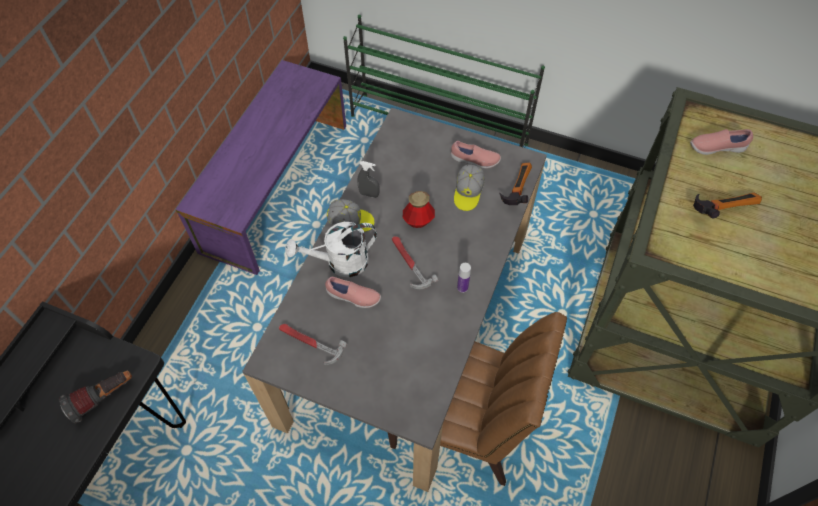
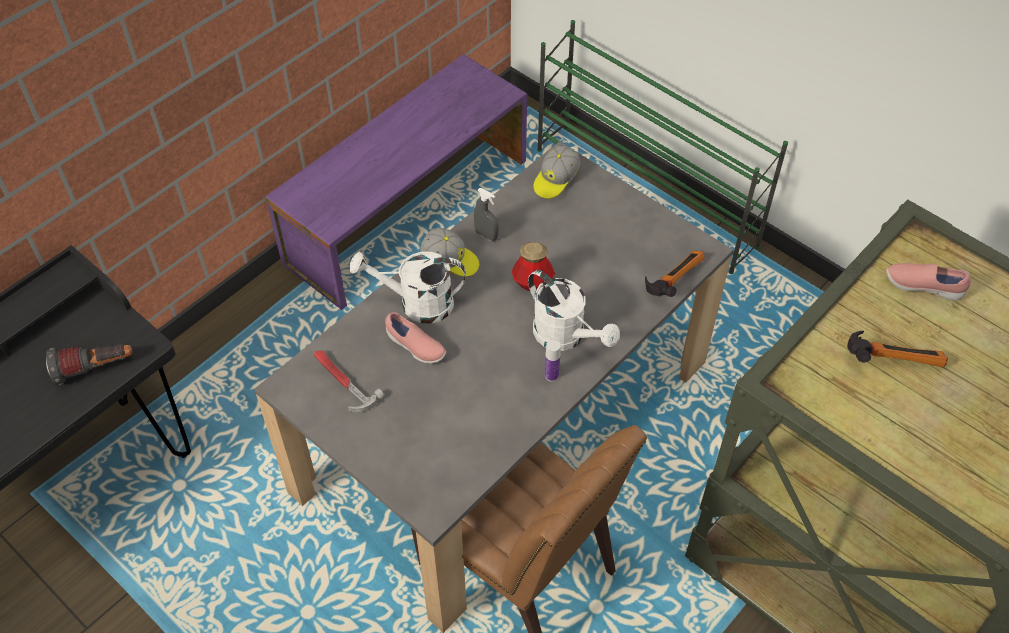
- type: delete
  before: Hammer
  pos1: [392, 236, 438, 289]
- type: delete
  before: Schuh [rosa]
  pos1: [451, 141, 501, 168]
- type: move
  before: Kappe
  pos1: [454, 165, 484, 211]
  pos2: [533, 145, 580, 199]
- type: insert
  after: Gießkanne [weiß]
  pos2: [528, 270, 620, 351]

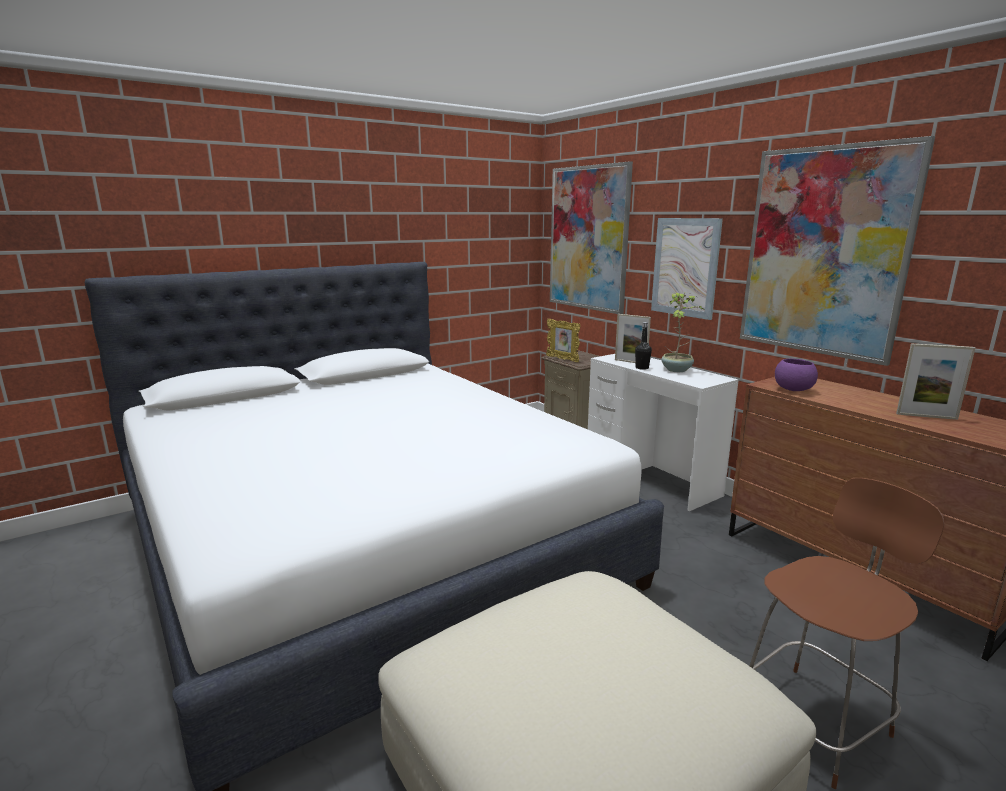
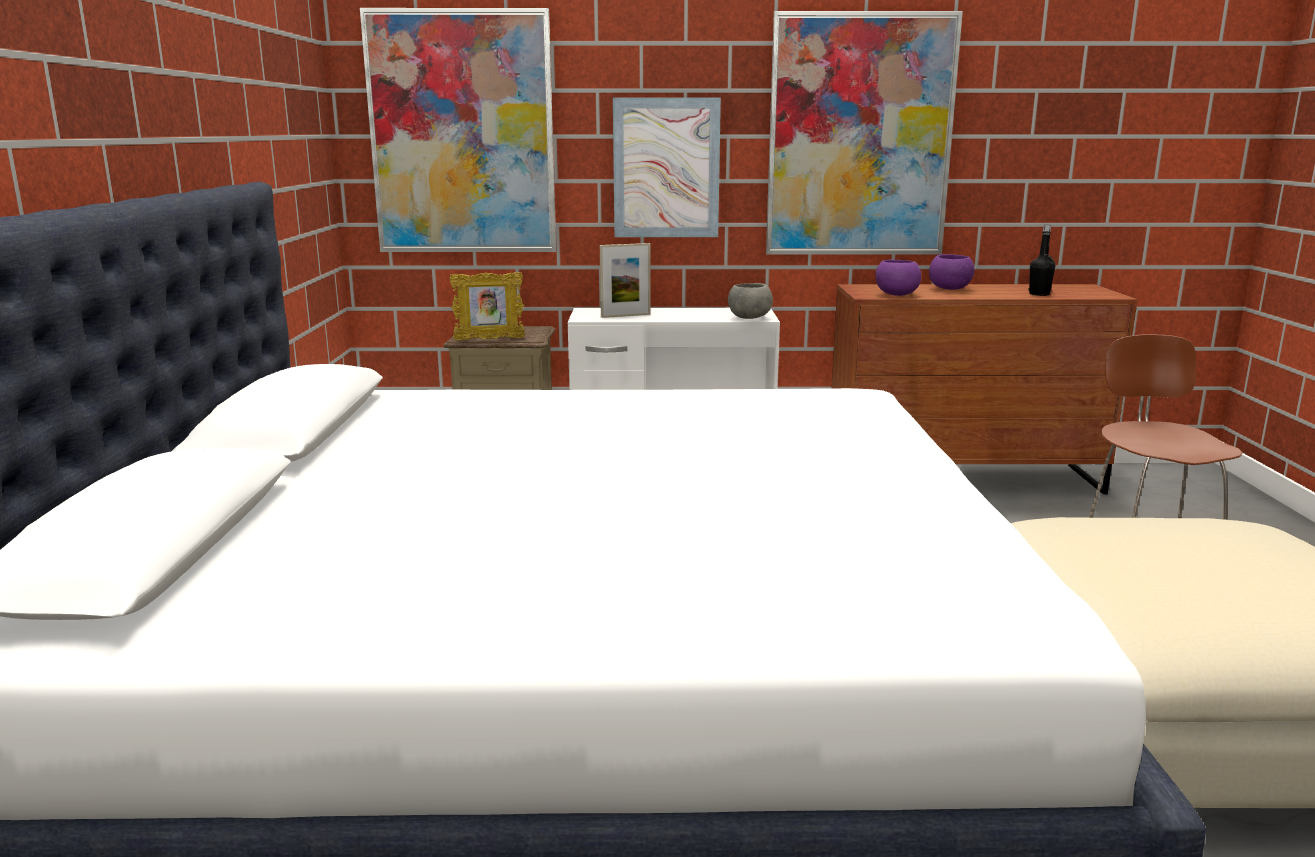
- type: move
  before: Flasche [schwarz]
  pos1: [635, 322, 652, 370]
  pos2: [1029, 225, 1055, 296]
- type: delete
  before: Topfpflanze
  pos1: [661, 292, 703, 372]
- type: delete
  before: Bilderrahmen
  pos1: [896, 343, 975, 420]
- type: insert
  after: Schüssel [grau]
  pos2: [728, 283, 773, 319]
- type: insert
  after: Schüssel [lila]
  pos2: [929, 254, 974, 290]

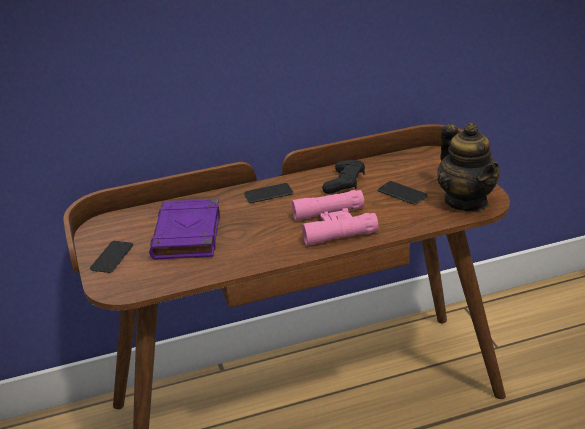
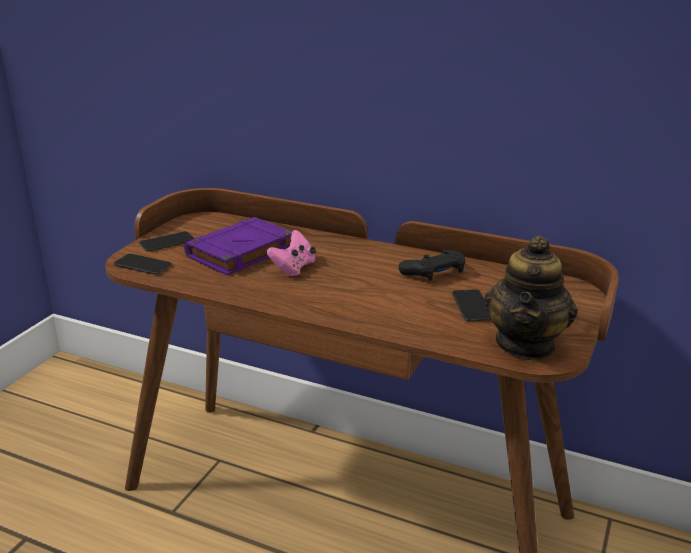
- type: move
  before: Handy
  pos1: [244, 183, 293, 203]
  pos2: [114, 254, 172, 275]
- type: delete
  before: Fernglas [rosa]
  pos1: [292, 190, 379, 245]
- type: insert
  after: Gamepad [rosa]
  pos2: [267, 230, 316, 276]

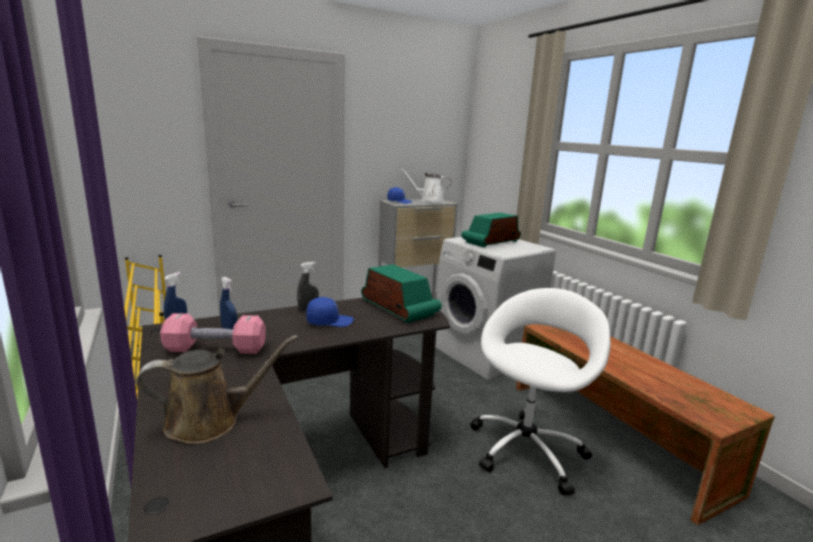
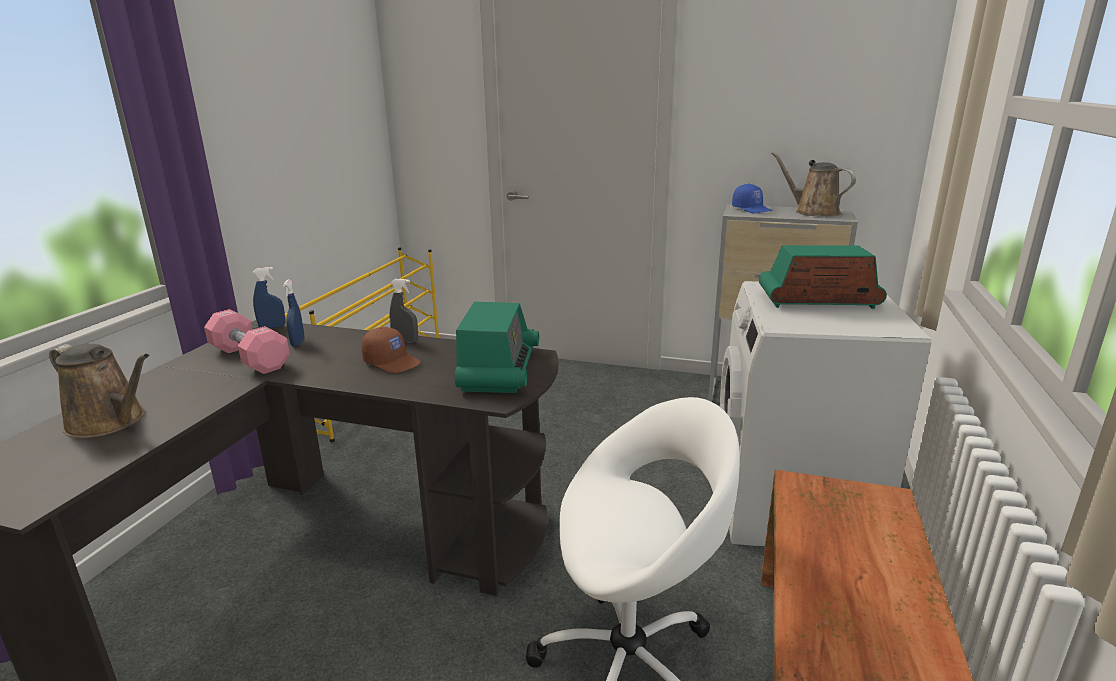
- type: recolor
  before: Kappe [blau]
  after: Kappe [braun]
  pos1: [306, 297, 354, 327]
  pos2: [361, 327, 421, 373]
- type: recolor
  before: Gießkanne [weiß]
  after: Gießkanne [braun]
  pos1: [400, 169, 452, 203]
  pos2: [771, 152, 856, 217]

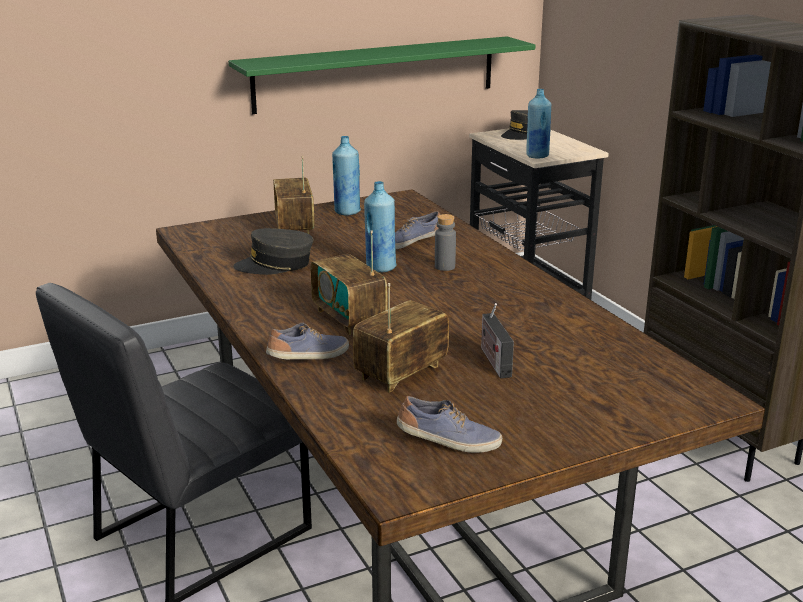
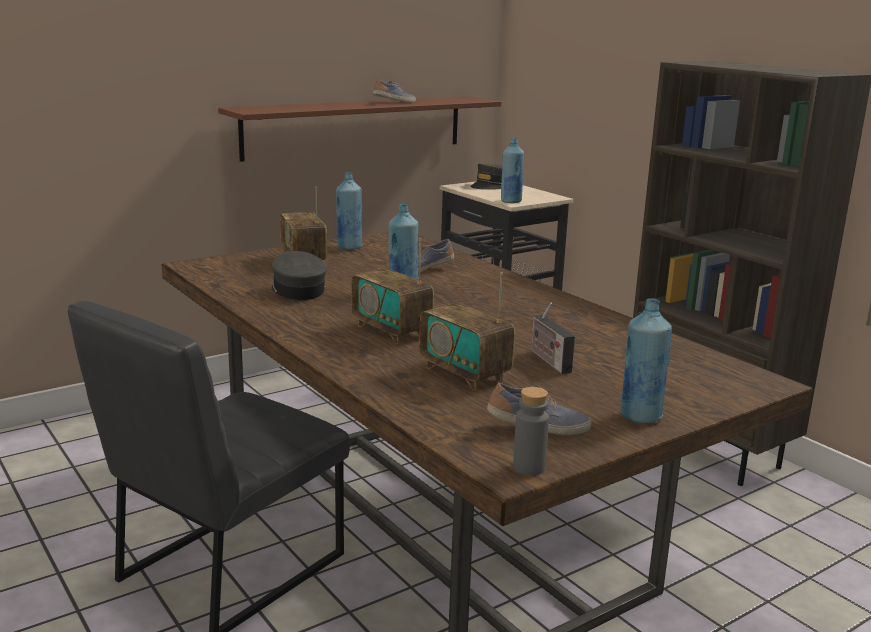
- type: recolor
  before: Wandregal [grün]
  after: Wandregal [braun]
  pos1: [228, 36, 535, 114]
  pos2: [218, 96, 501, 162]
- type: rotate
  before: Kappe [grau]
  pos1: [233, 228, 313, 275]
  pos2: [272, 251, 327, 300]
  turn: 90
- type: move
  before: Schuh
  pos1: [266, 323, 349, 359]
  pos2: [373, 79, 416, 102]
- type: rotate
  before: Radio
  pos1: [353, 283, 449, 393]
  pos2: [419, 272, 515, 391]
  turn: -75
- type: move
  before: Flasche [grau]
  pos1: [435, 214, 456, 271]
  pos2: [513, 387, 549, 475]
- type: insert
  after: Flasche [blau]
  pos2: [621, 298, 672, 424]

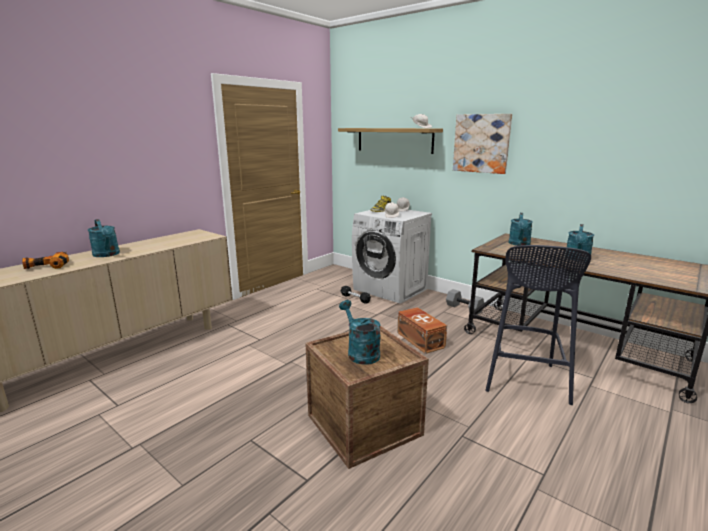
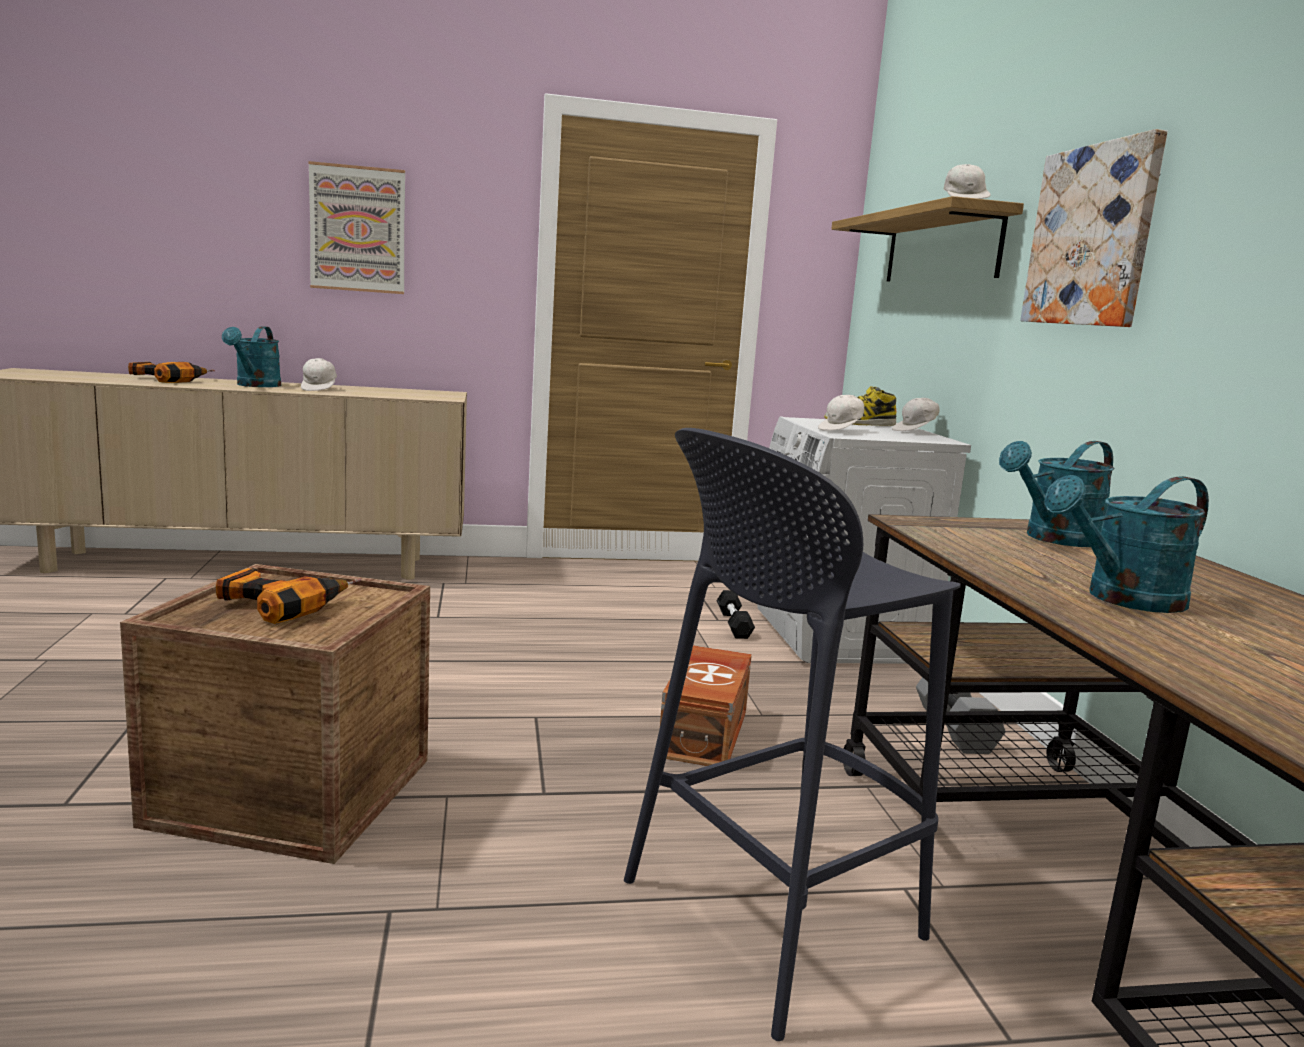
- type: replace
  before: Gießkanne [türkis]
  after: Bohrmaschine
  pos1: [339, 300, 381, 365]
  pos2: [216, 568, 361, 624]
- type: insert
  after: Kappe [weiß]
  pos2: [301, 358, 337, 391]
- type: insert
  after: Bild
  pos2: [309, 161, 405, 294]

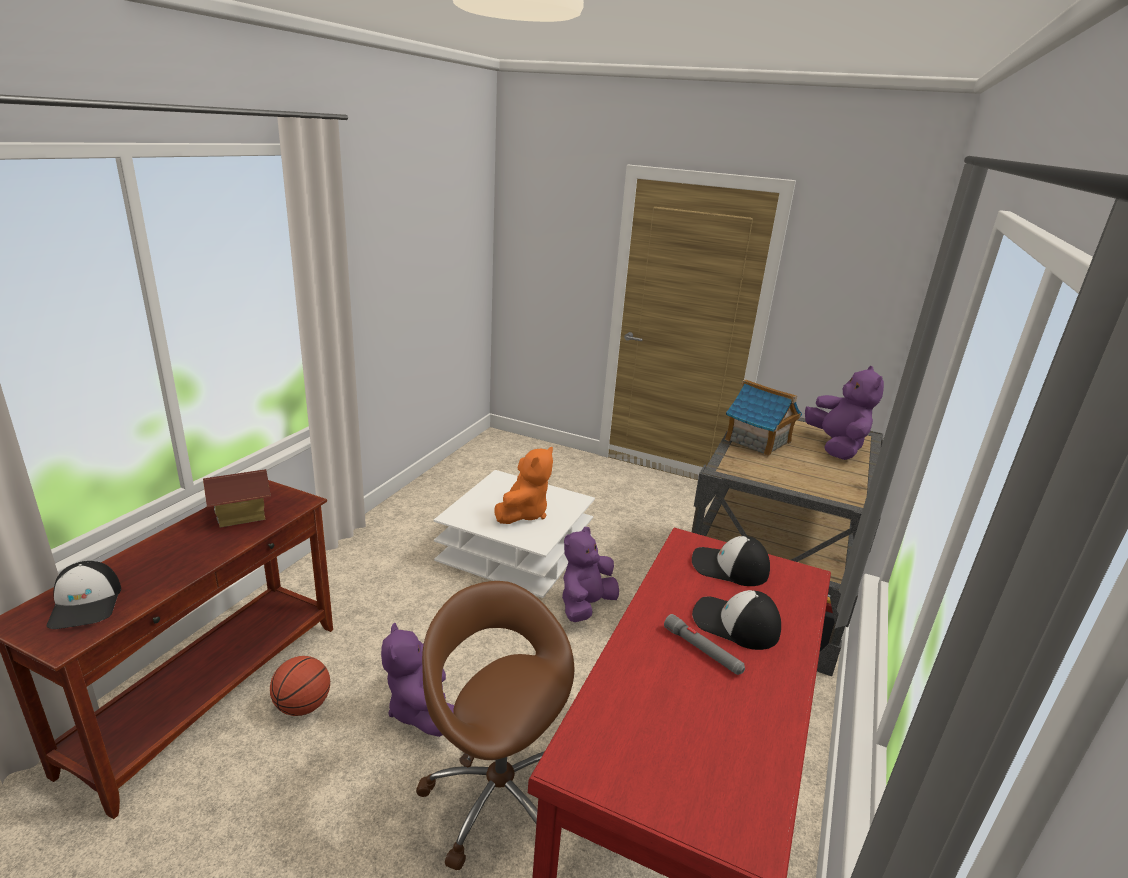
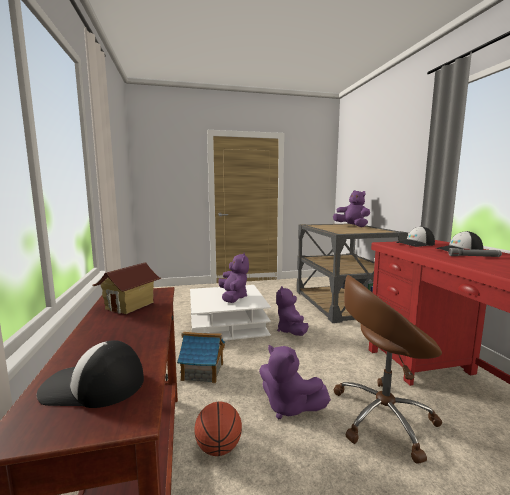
- type: rotate
  before: Kappe
  pos1: [46, 561, 121, 629]
  pos2: [37, 340, 144, 408]
  turn: 150
- type: recolor
  before: Plüschtier [orange]
  after: Plüschtier [lila]
  pos1: [495, 447, 553, 524]
  pos2: [218, 253, 249, 303]
- type: move
  before: Spielzeughaus
  pos1: [725, 379, 802, 456]
  pos2: [177, 332, 225, 383]

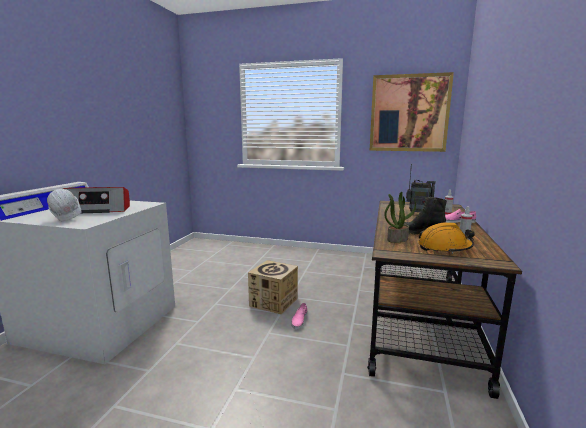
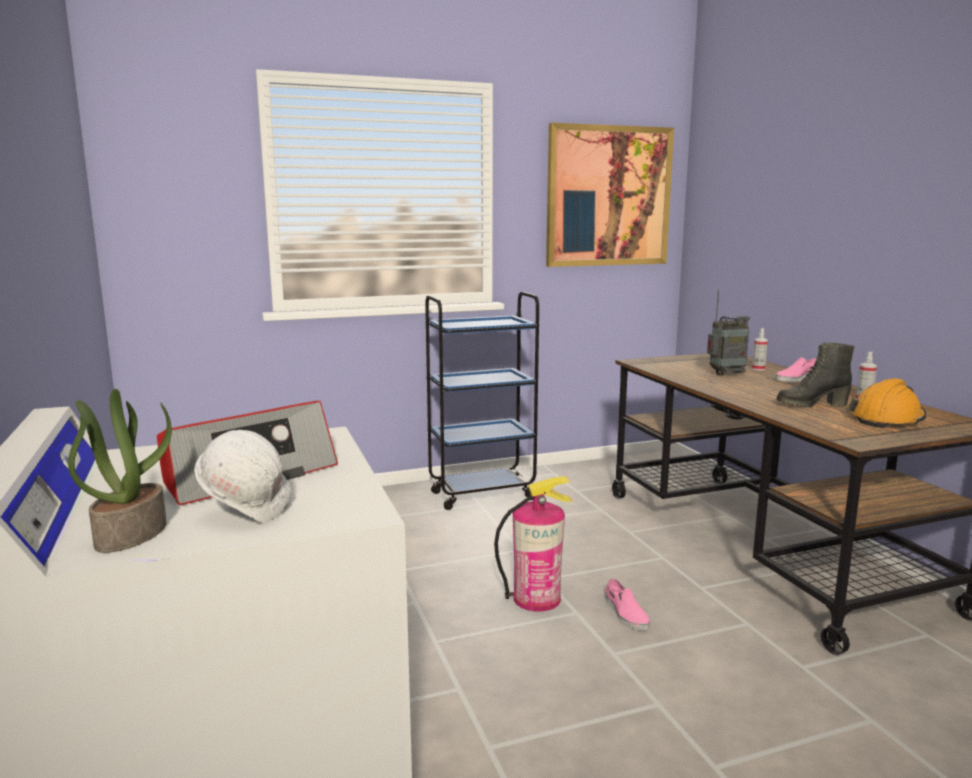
- type: replace
  before: Karton
  after: Feuerlöscher
  pos1: [248, 260, 298, 314]
  pos2: [494, 477, 573, 611]
- type: move
  before: Topfpflanze
  pos1: [384, 192, 416, 243]
  pos2: [68, 389, 172, 553]
- type: insert
  after: Rollwagen [blau]
  pos2: [425, 292, 539, 510]

